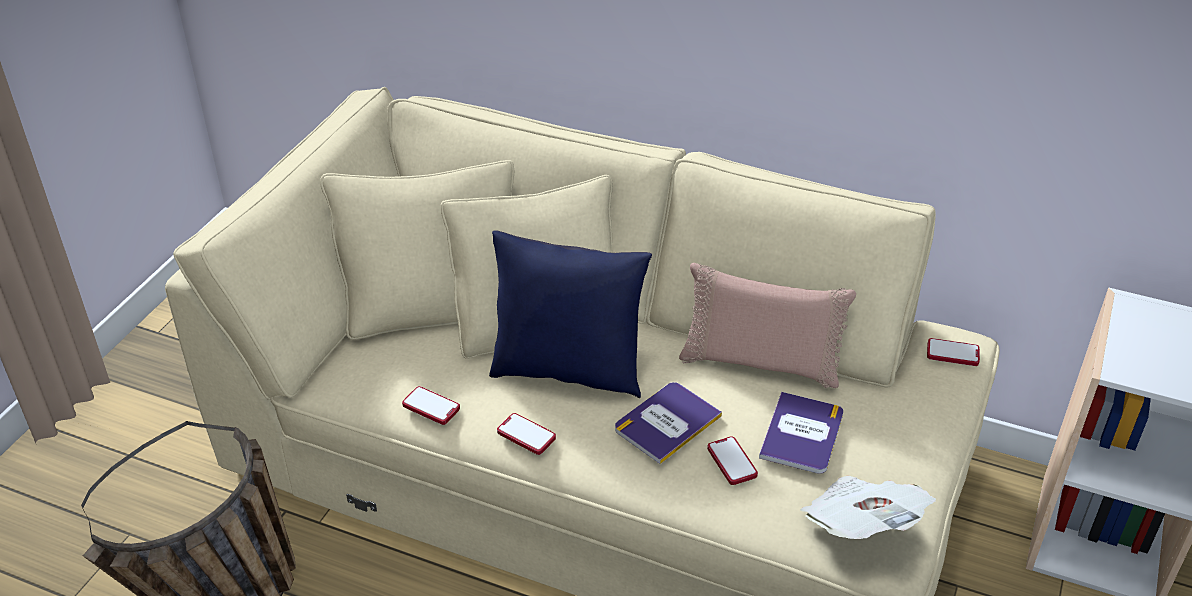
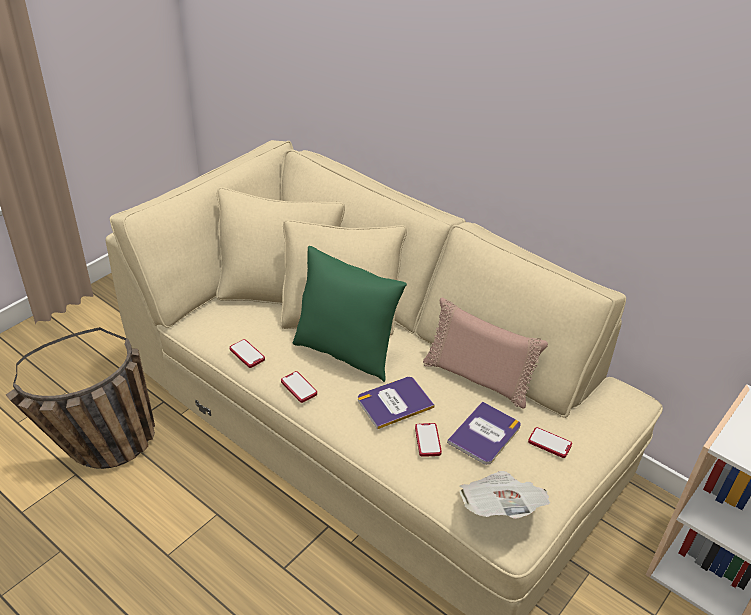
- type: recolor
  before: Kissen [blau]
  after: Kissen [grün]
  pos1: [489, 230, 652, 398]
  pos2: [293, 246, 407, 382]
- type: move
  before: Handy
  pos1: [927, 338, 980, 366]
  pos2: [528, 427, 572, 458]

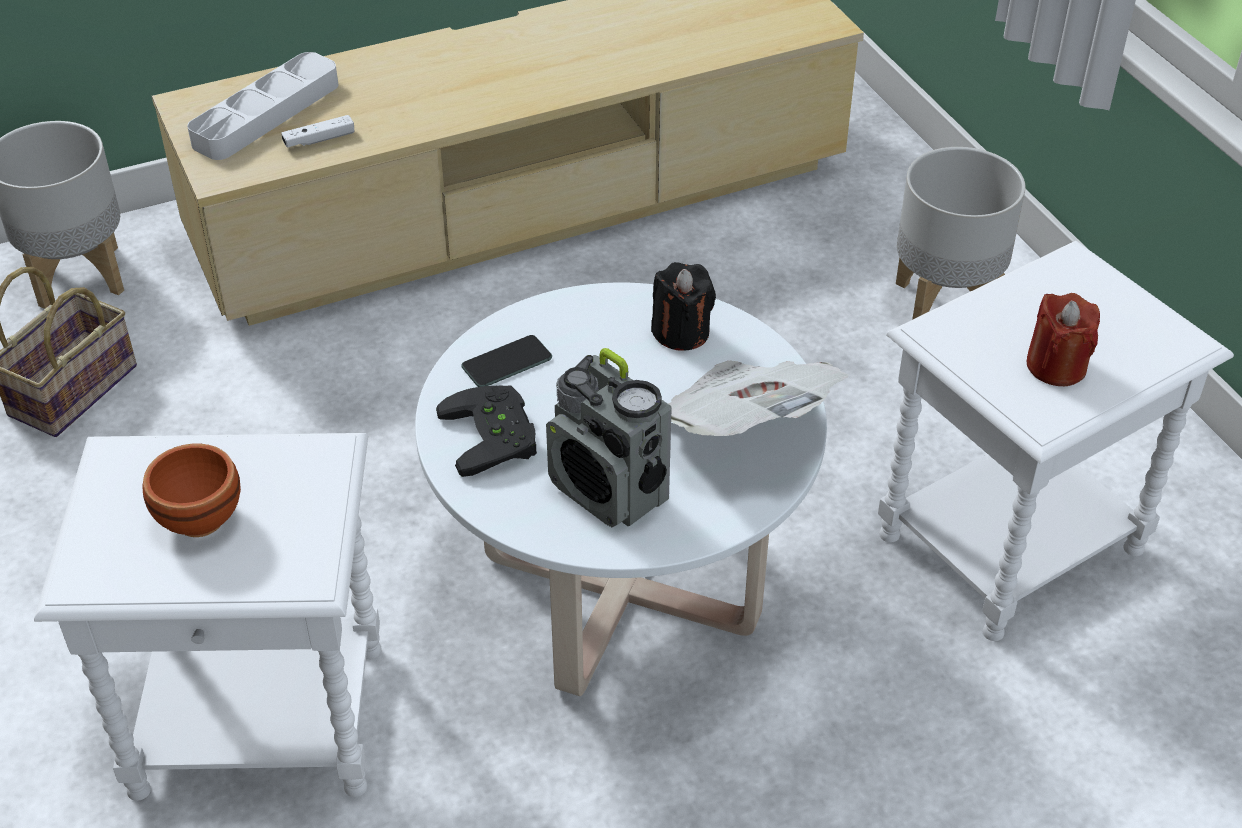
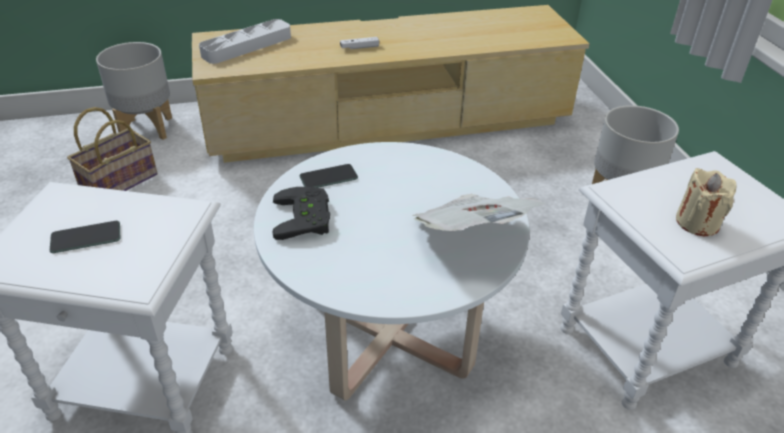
- type: replace
  before: Schüssel [braun]
  after: Handy
  pos1: [143, 444, 241, 537]
  pos2: [50, 221, 120, 253]
- type: move
  before: Gamepad [weiß]
  pos1: [281, 115, 354, 147]
  pos2: [340, 37, 379, 49]
- type: delete
  before: Radio
  pos1: [546, 348, 671, 527]
- type: delete
  before: Kerze [schwarz]
  pos1: [651, 262, 716, 351]
- type: recolor
  before: Kerze [rot]
  after: Kerze [beige]
  pos1: [1026, 293, 1100, 386]
  pos2: [676, 168, 737, 236]

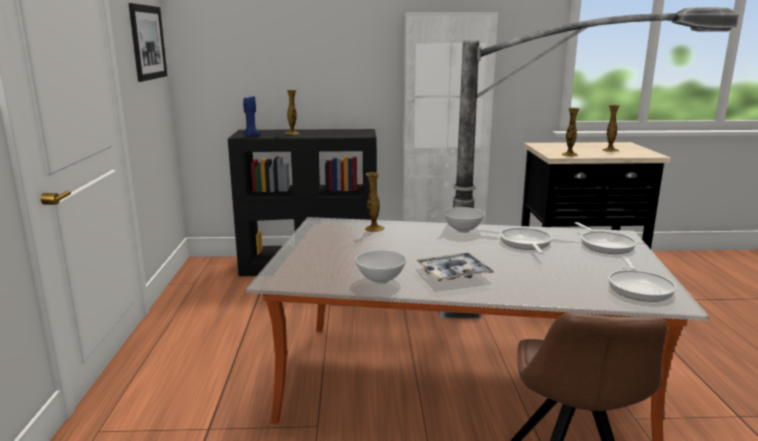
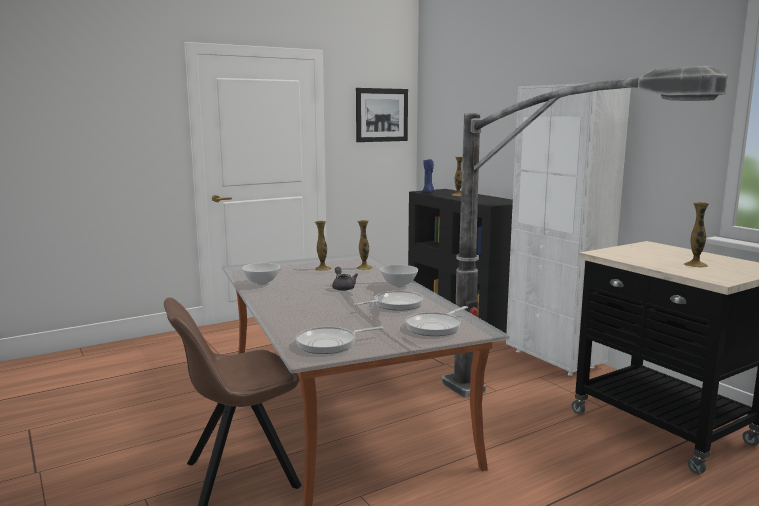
- type: delete
  before: Tablett
  pos1: [416, 253, 494, 281]
- type: move
  before: Vase
  pos1: [562, 108, 579, 157]
  pos2: [315, 221, 332, 271]
- type: insert
  after: Teekanne [grau]
  pos2: [332, 267, 358, 291]

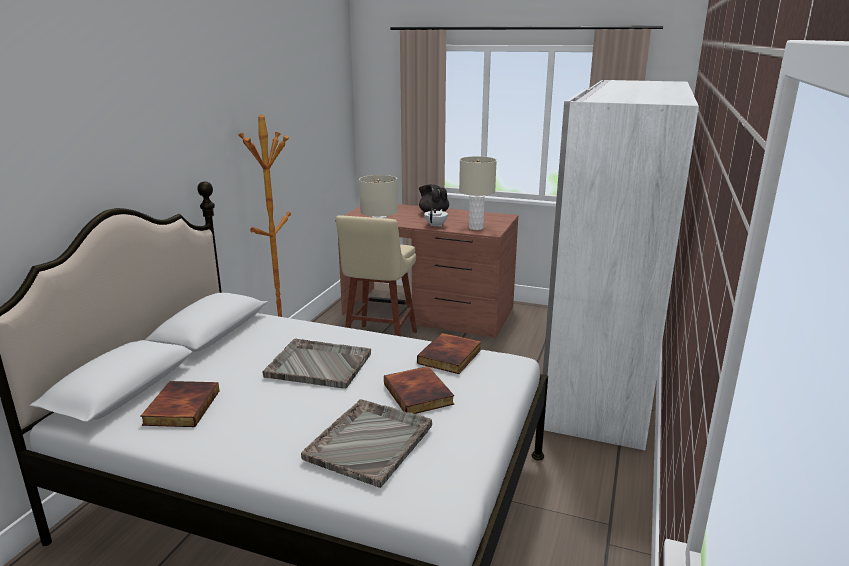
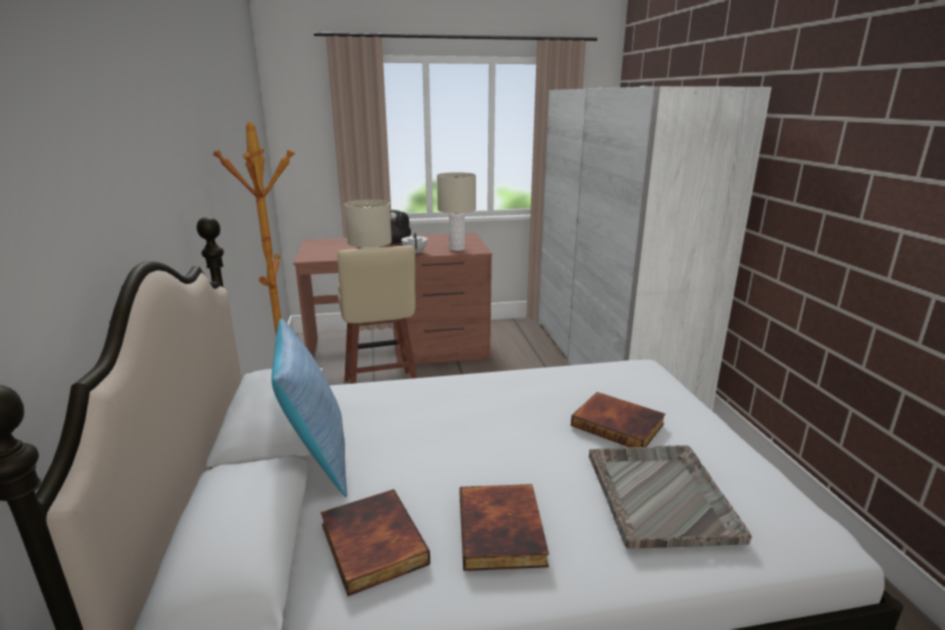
- type: delete
  before: Tablett [grau]
  pos1: [263, 339, 371, 388]
- type: move
  before: Buch
  pos1: [417, 333, 481, 374]
  pos2: [460, 484, 549, 571]
- type: insert
  after: Kissen
  pos2: [272, 319, 347, 497]

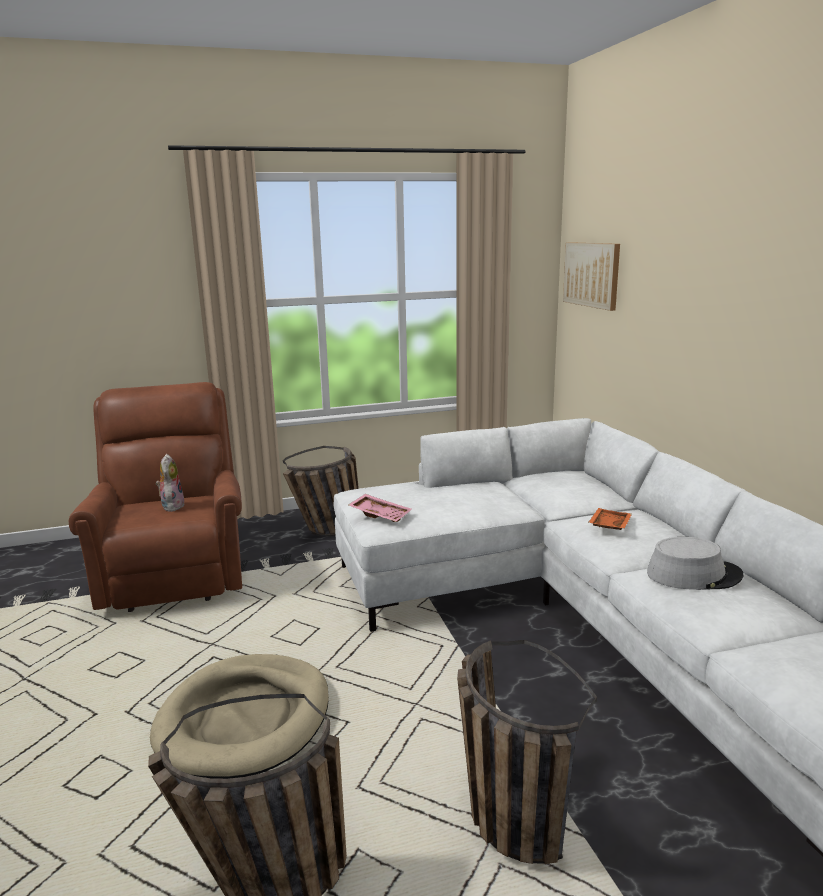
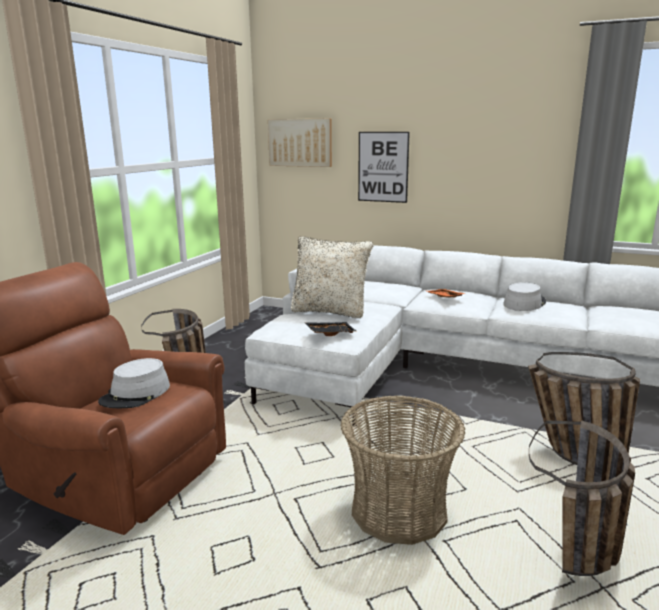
- type: replace
  before: Hundebett [beige]
  after: Korb
  pos1: [150, 654, 329, 779]
  pos2: [340, 395, 465, 545]
- type: replace
  before: Plüschtier
  after: Hut [grau]
  pos1: [156, 454, 185, 511]
  pos2: [98, 358, 170, 408]
- type: recolor
  before: Tablett [rosa]
  after: Tablett [schwarz]
  pos1: [349, 494, 412, 522]
  pos2: [304, 322, 356, 336]
- type: insert
  after: Kissen [beige]
  pos2: [291, 236, 374, 318]
- type: insert
  after: Bild
  pos2: [358, 132, 410, 203]

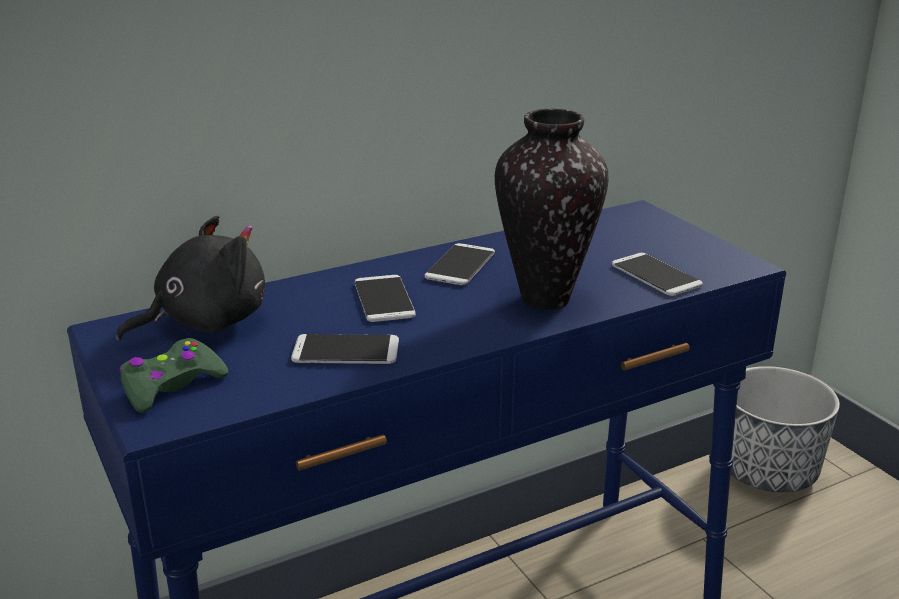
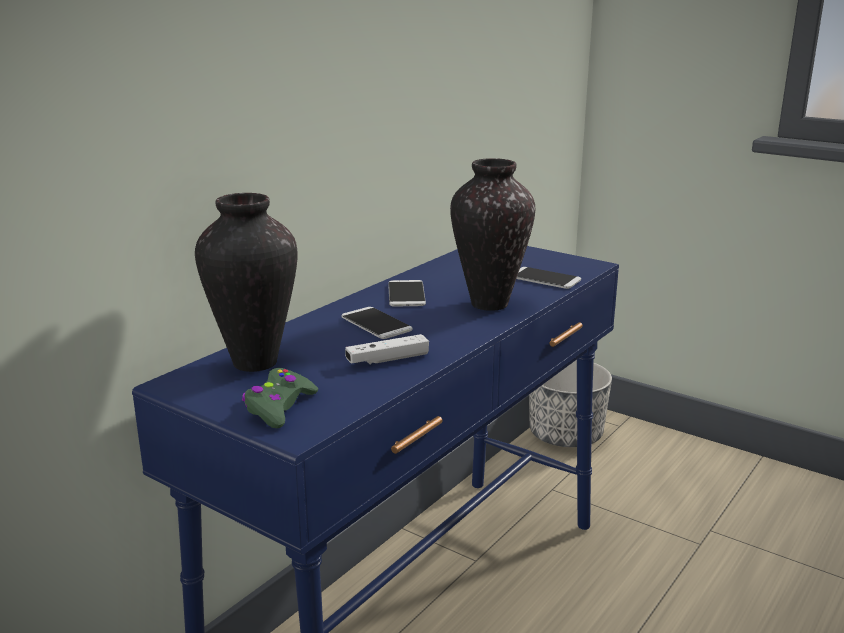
- type: replace
  before: Plüschtier [schwarz]
  after: Vase
  pos1: [116, 216, 265, 341]
  pos2: [195, 193, 297, 372]
- type: replace
  before: Handy
  after: Gamepad [weiß]
  pos1: [291, 334, 399, 364]
  pos2: [345, 334, 429, 365]

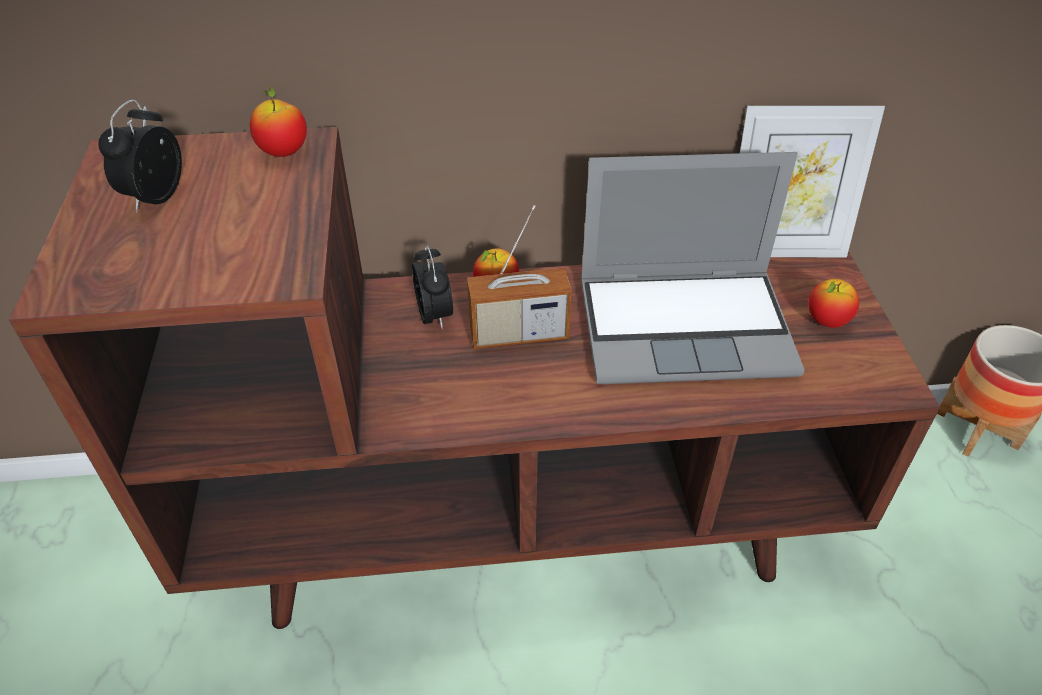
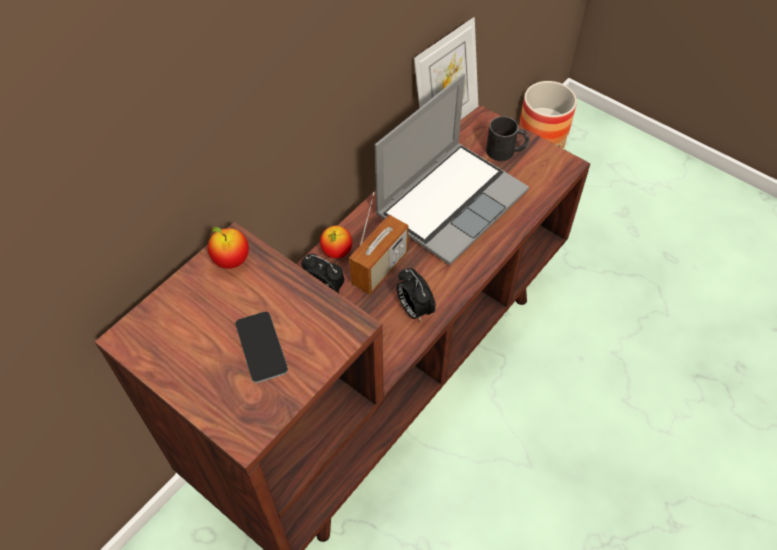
- type: move
  before: Wecker
  pos1: [98, 99, 182, 212]
  pos2: [396, 268, 436, 322]
- type: replace
  before: Apfel
  after: Henkelbecher [schwarz]
  pos1: [808, 279, 859, 328]
  pos2: [486, 116, 529, 161]
- type: insert
  after: Handy
  pos2: [235, 312, 288, 383]

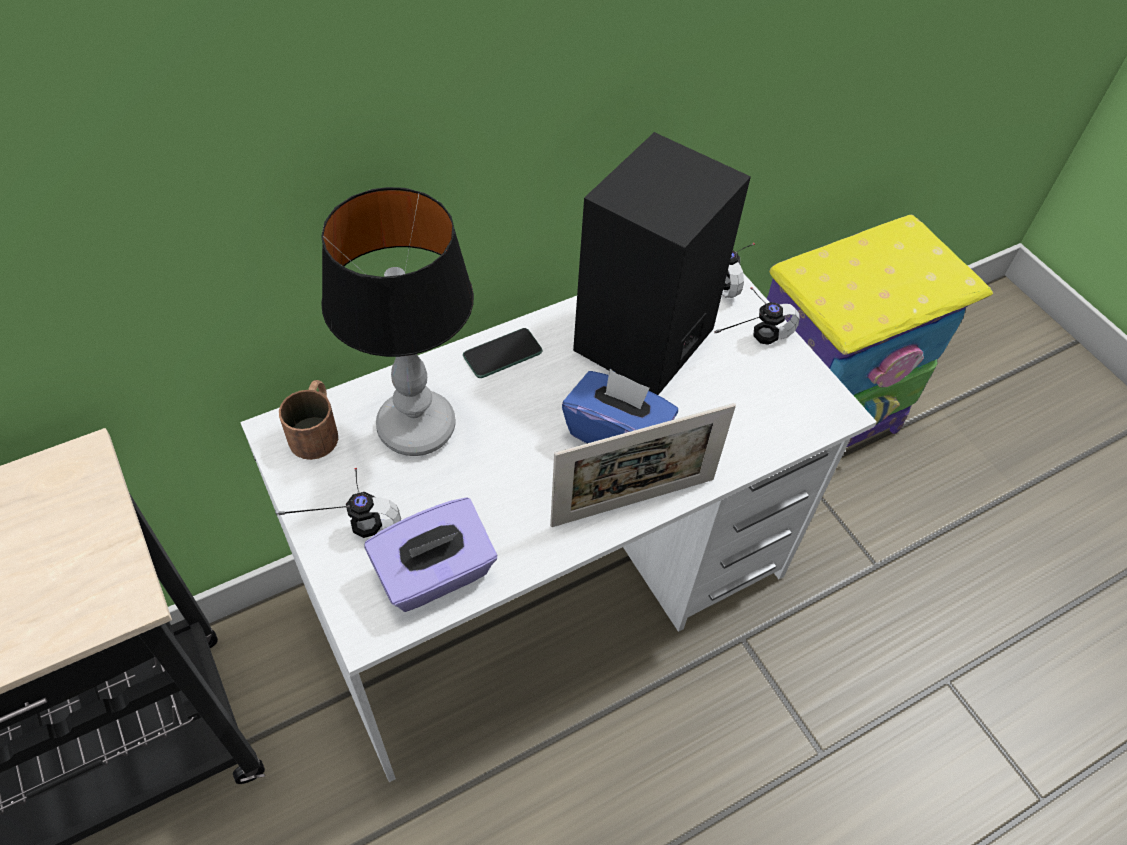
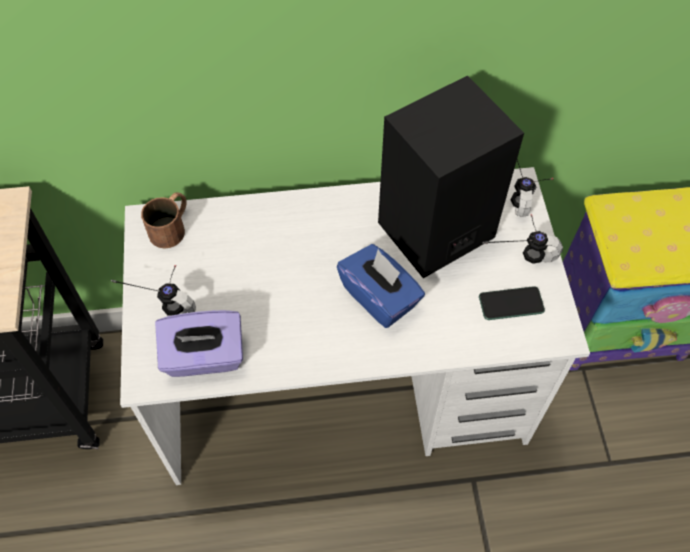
- type: delete
  before: Tischlampe
  pos1: [321, 187, 474, 456]
- type: move
  before: Handy
  pos1: [463, 328, 543, 378]
  pos2: [479, 286, 545, 320]
- type: delete
  before: Bilderrahmen
  pos1: [550, 403, 736, 527]

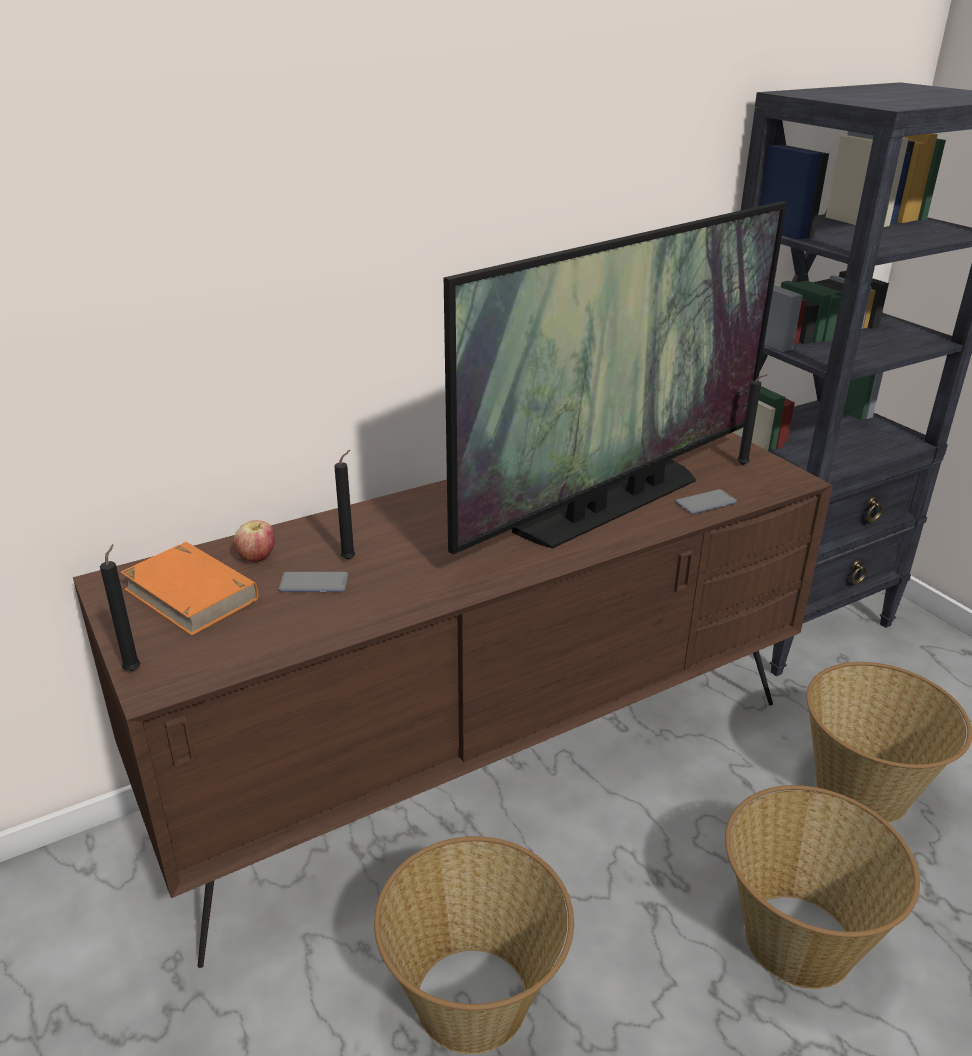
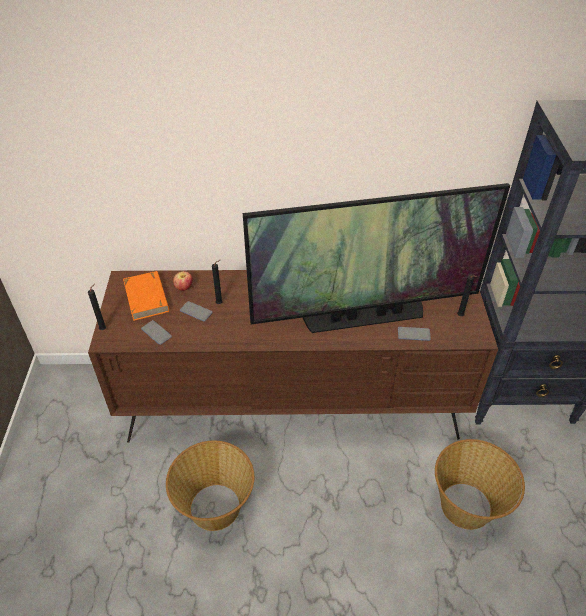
- type: delete
  before: Korb
  pos1: [725, 785, 920, 989]
- type: insert
  after: Handy
  pos2: [141, 320, 172, 345]

